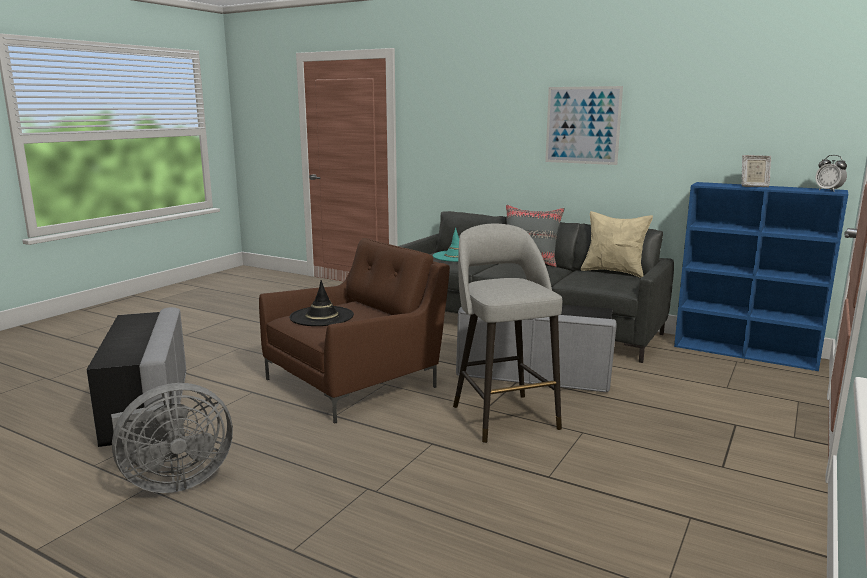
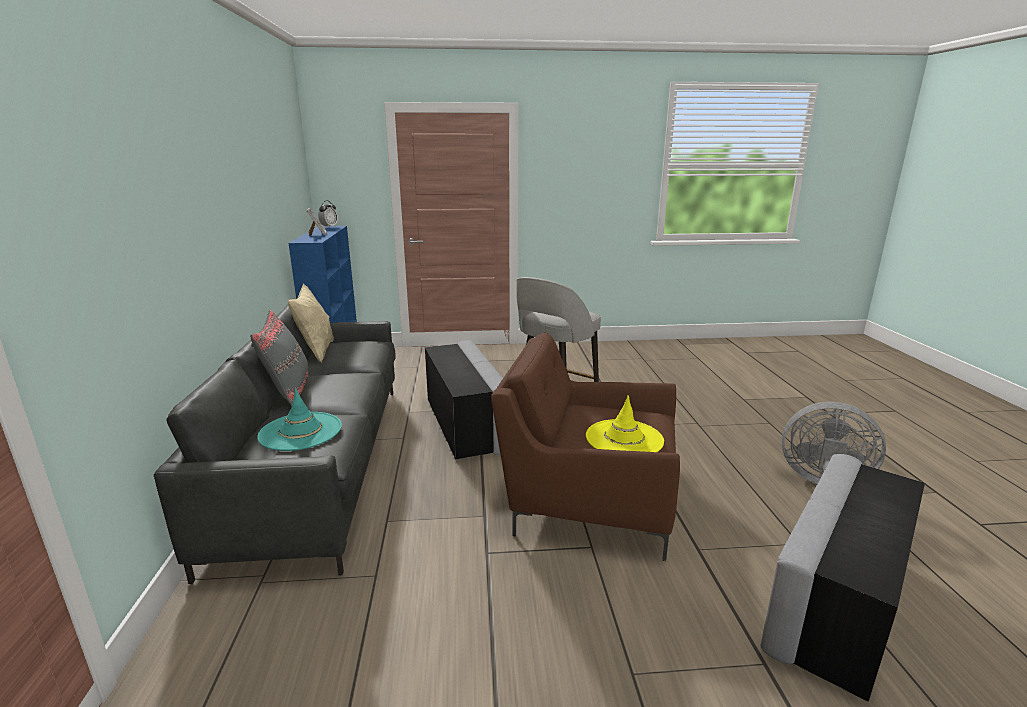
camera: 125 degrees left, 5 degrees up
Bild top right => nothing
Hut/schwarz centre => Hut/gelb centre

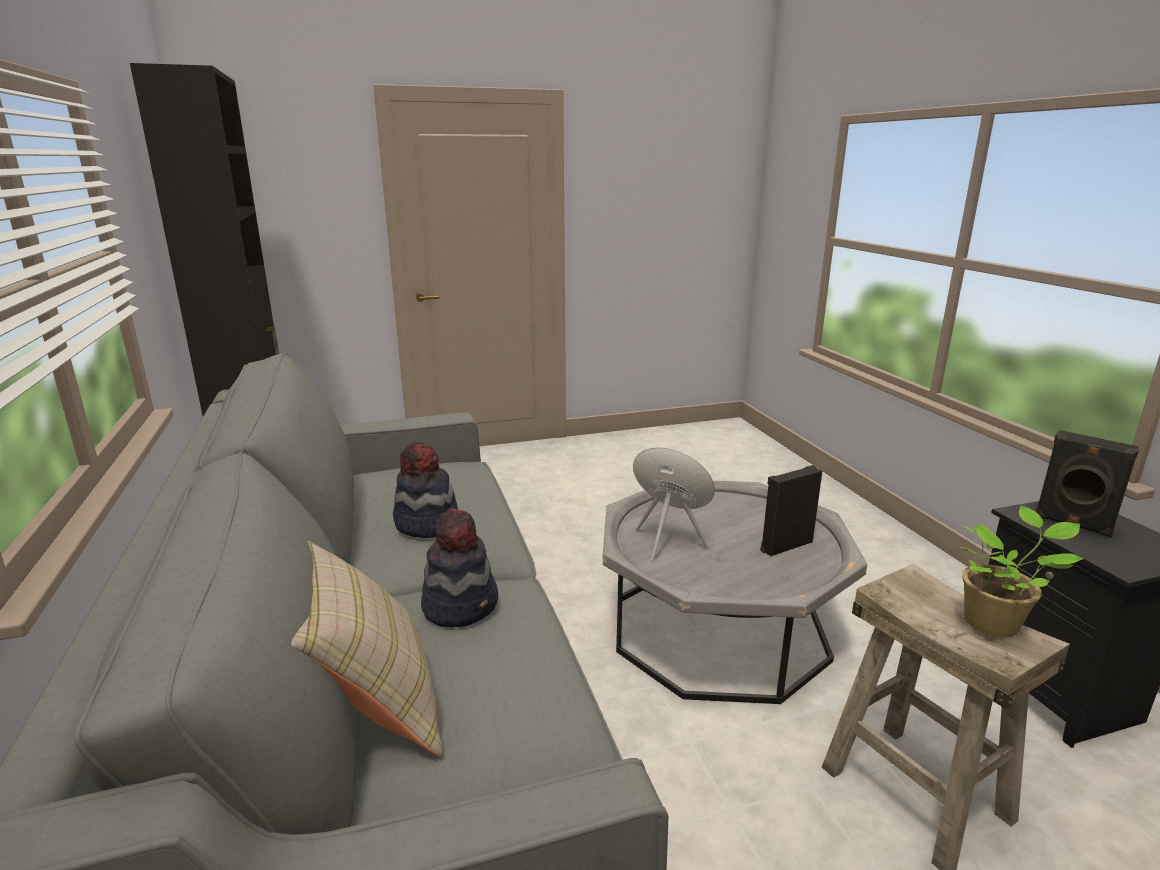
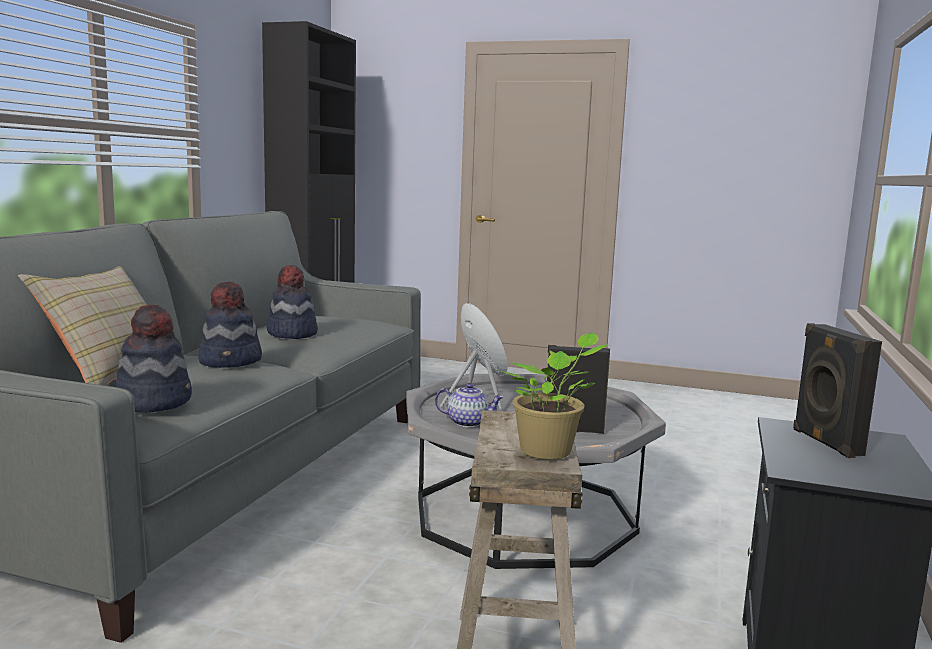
camera: 35 degrees right, 10 degrees down
nothing => Hut (no. 1 from left) middle left
nothing => Teekanne centre

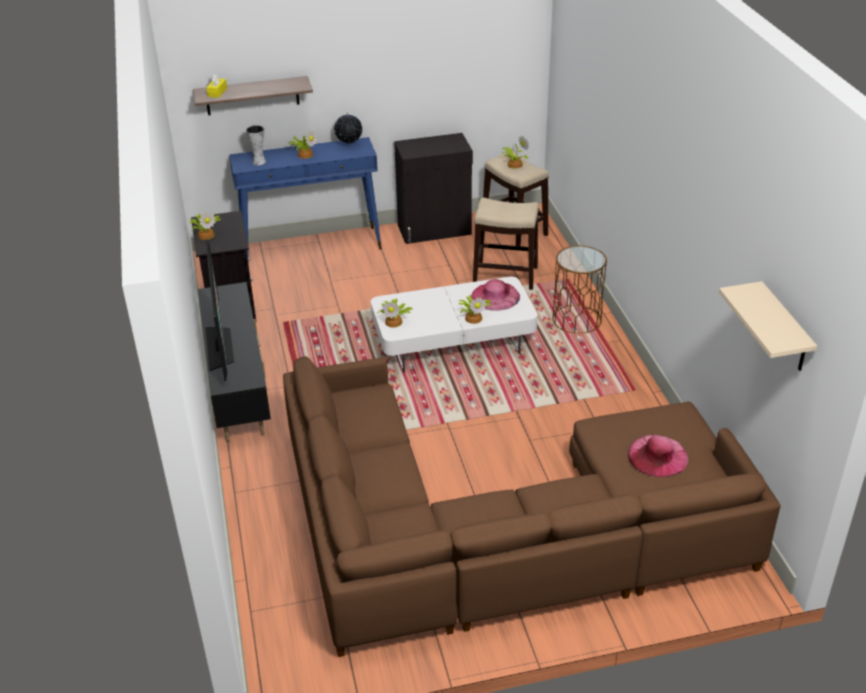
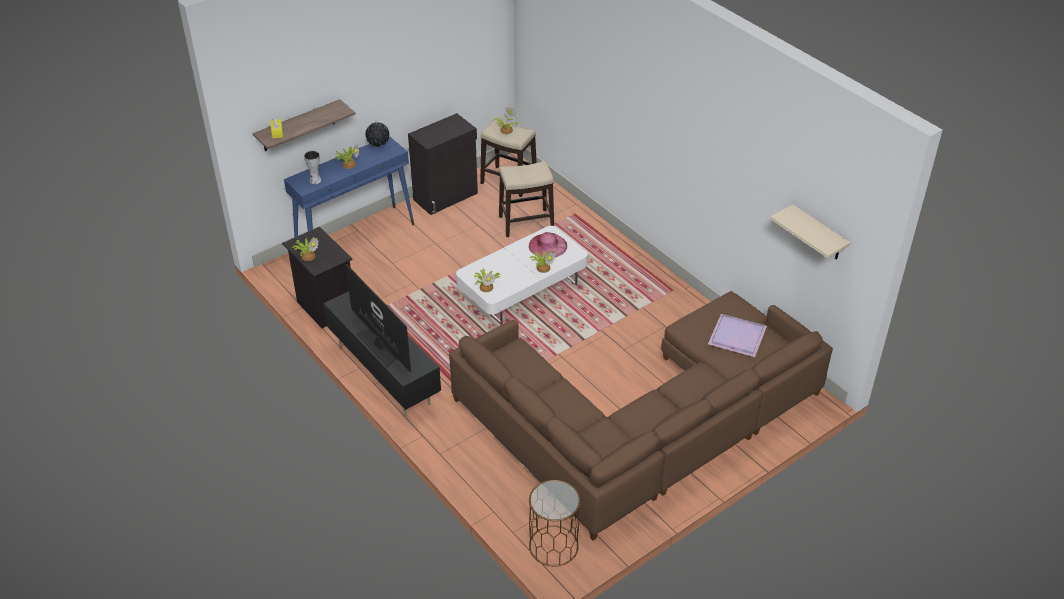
camera: 25 degrees left, 5 degrees up
Beistelltisch/braun middle right => Beistelltisch/braun bottom centre, relocated
Hut/rosa (no. 2 from left) middle right => Tablett/lila middle right

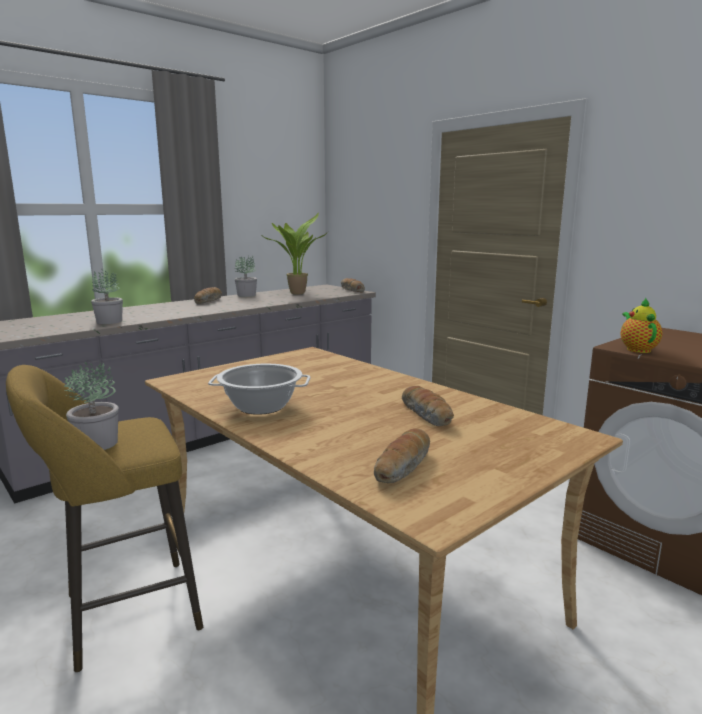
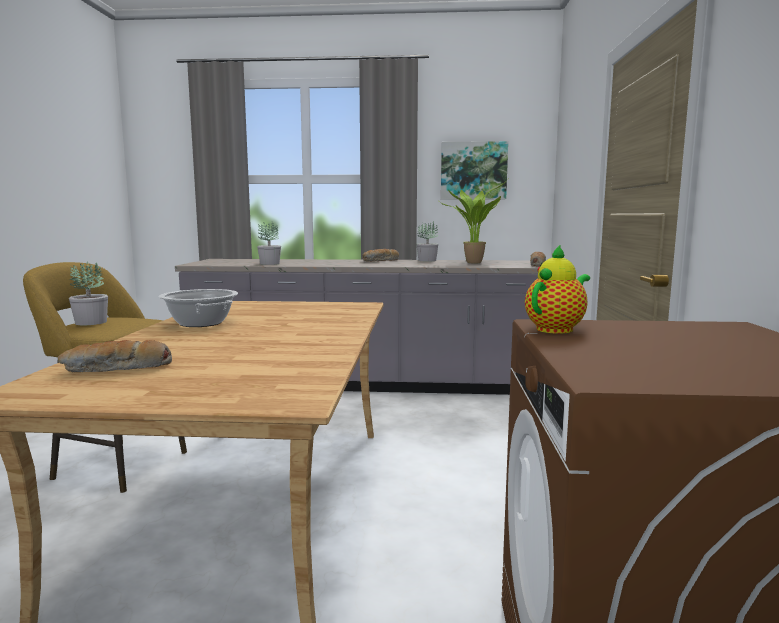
camera: 45 degrees right, 5 degrees down
Brot (no. 4 from left) centre => nothing
nothing => Bild top centre

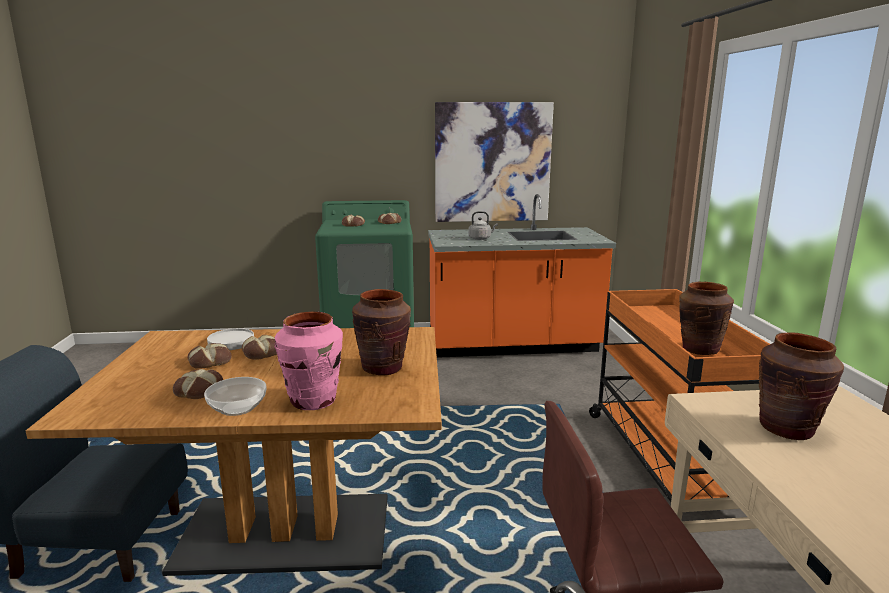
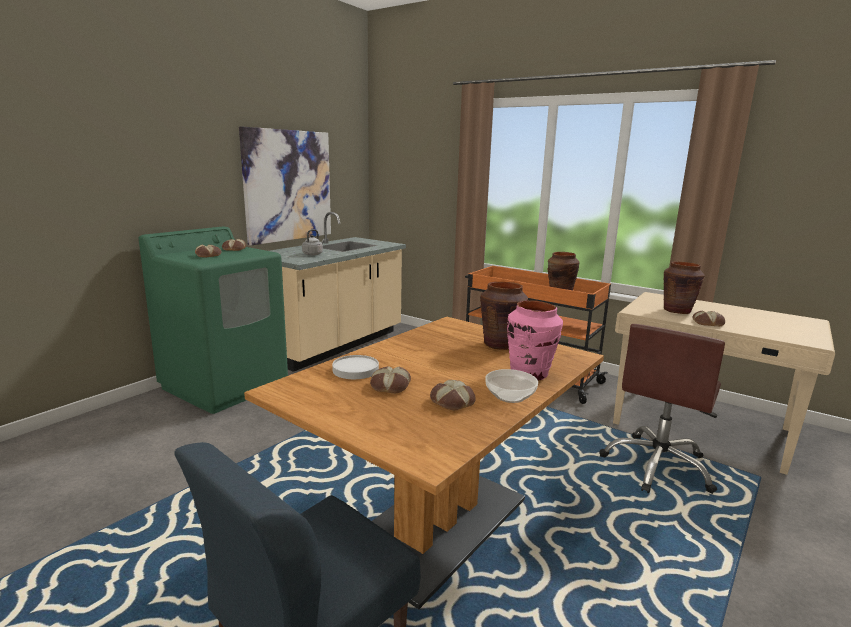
camera: 50 degrees left, 0 degrees up
Brot (no. 3 from left in the first image) middle left => Brot (no. 5 from left) middle right, relocated
Küchenzeile/orange centre => Küchenzeile/beige centre

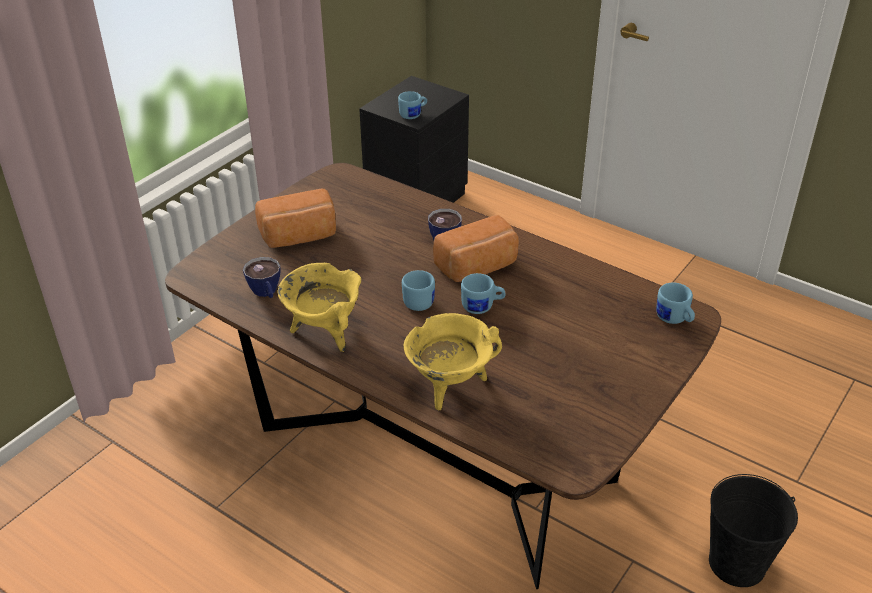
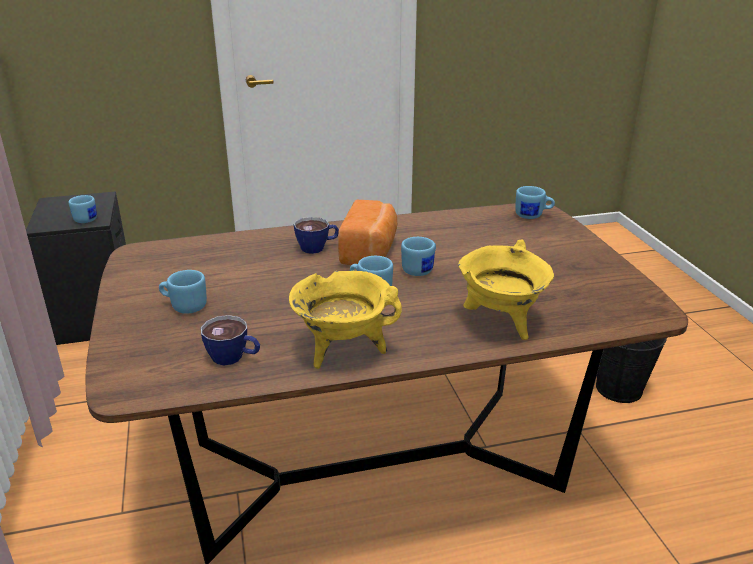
camera: 50 degrees left, 10 degrees down
Brot (no. 1 from left) centre => Henkelbecher/blau (no. 2 from left) middle left

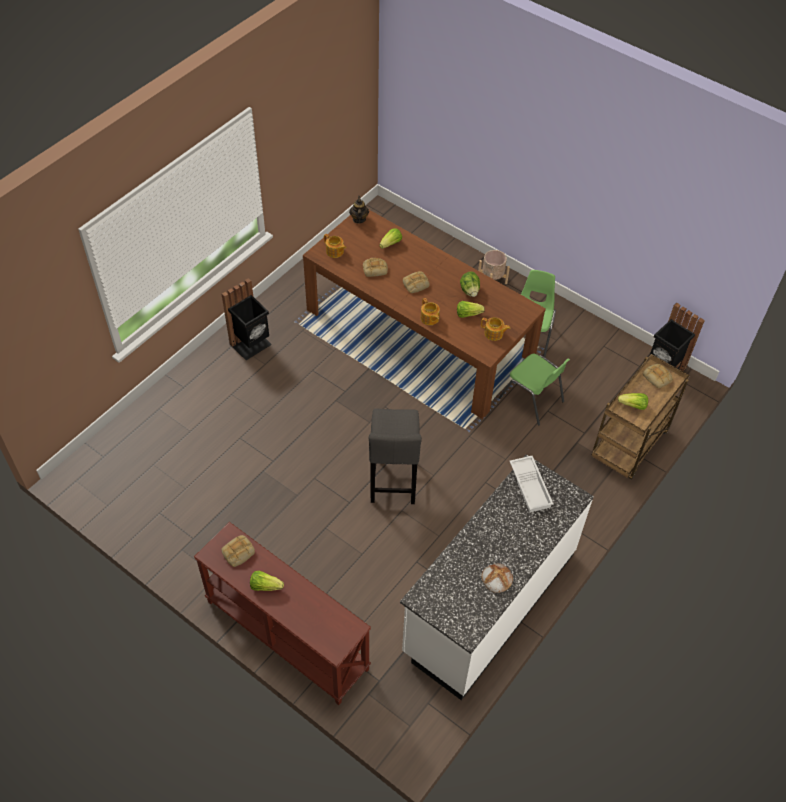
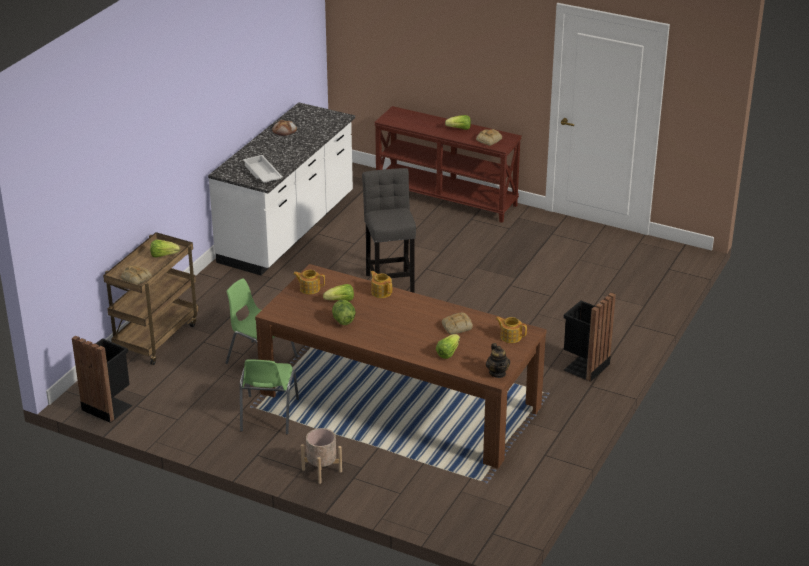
camera: 170 degrees right, 20 degrees down
Brot (no. 3 from left) centre => nothing

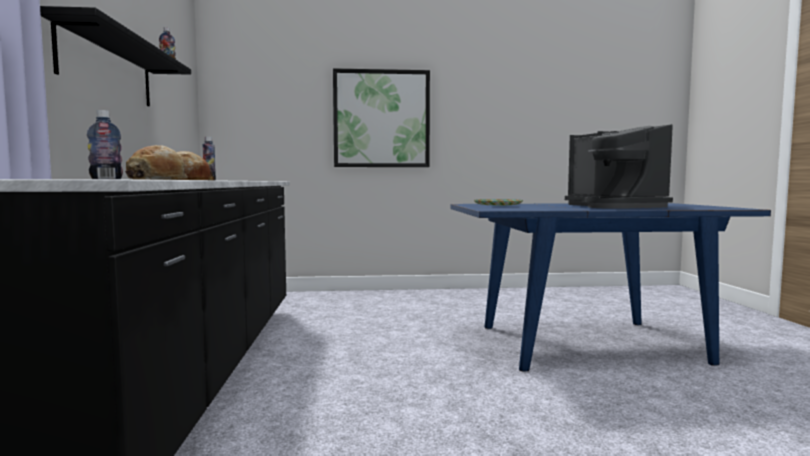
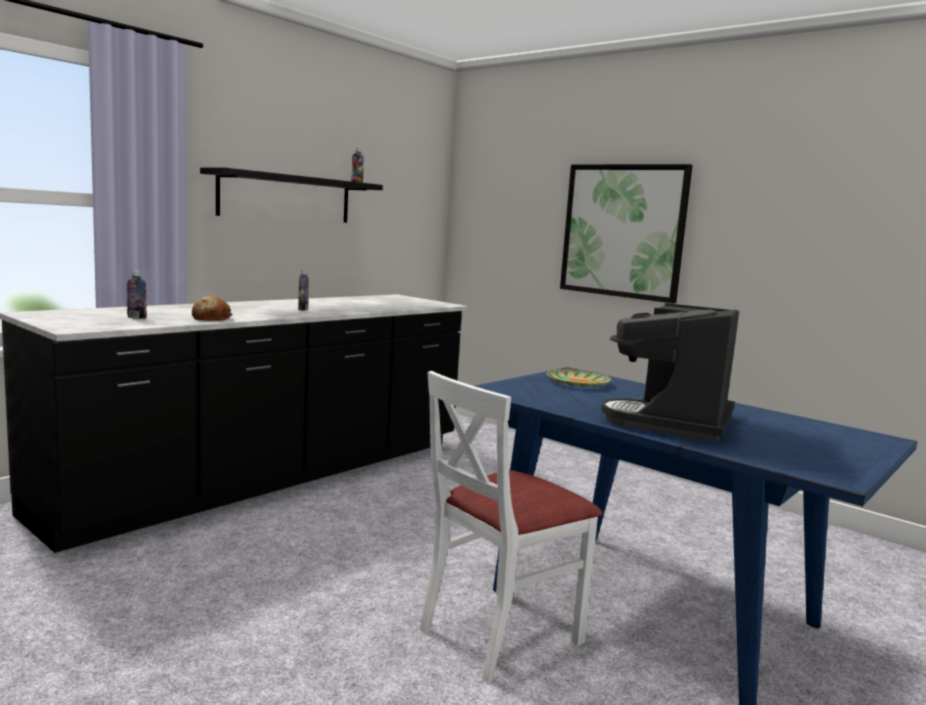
camera: 45 degrees right, 5 degrees up
Brot (no. 1 from left) middle left => nothing
nothing => Stuhl/weiß bottom centre

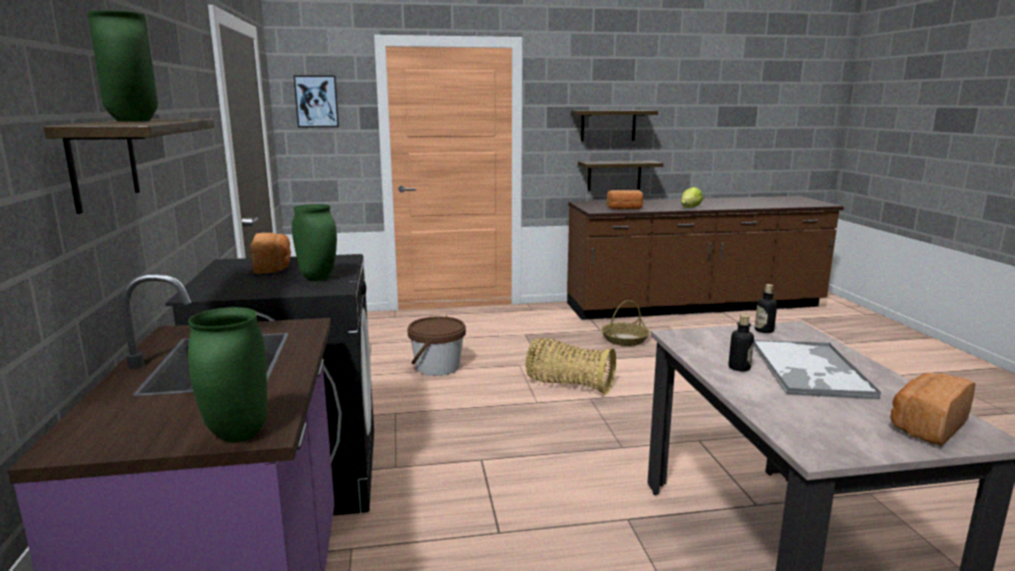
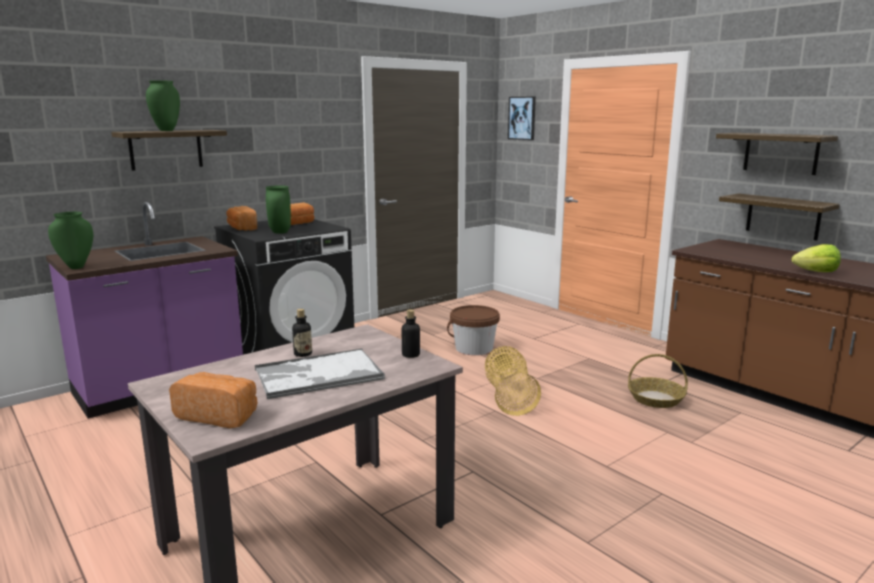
camera: 60 degrees right, 0 degrees up
Brot (no. 2 from left) centre => Brot (no. 2 from left) middle left, relocated

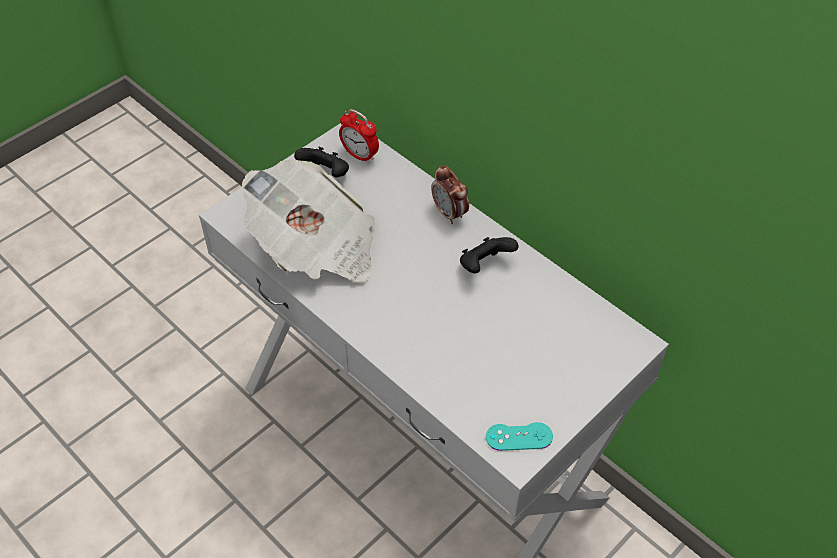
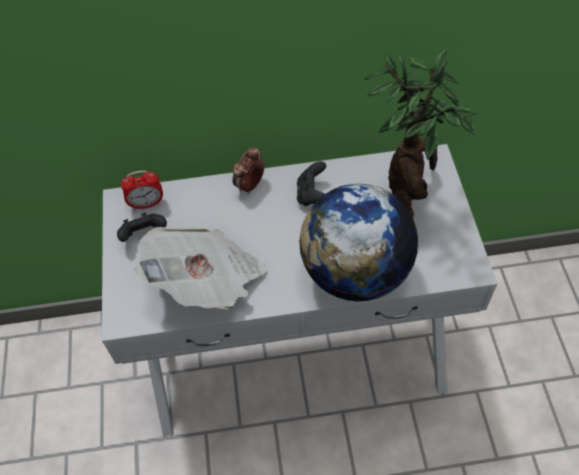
camera: 50 degrees left, 5 degrees up
Gamepad/türkis bottom centre => nothing
nothing => Globus centre
nothing => Topfpflanze top right
Wecker (no. 2 from left) centre, 120 degrees clockwise

